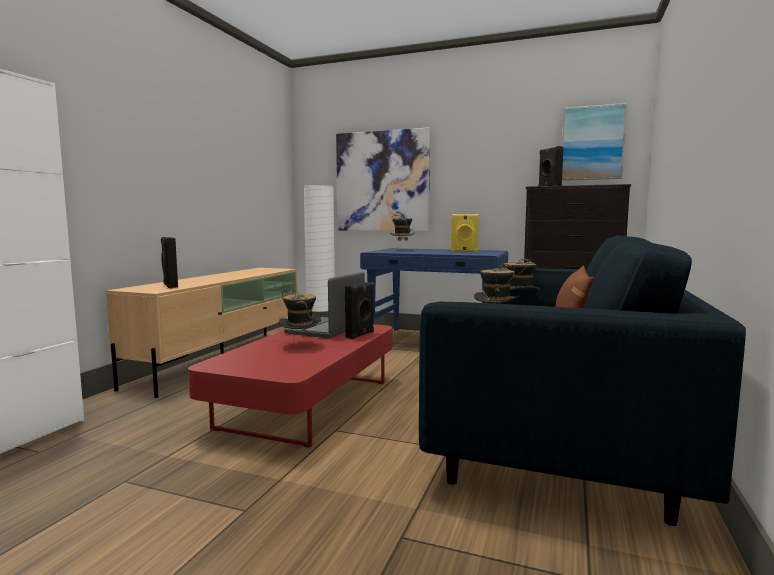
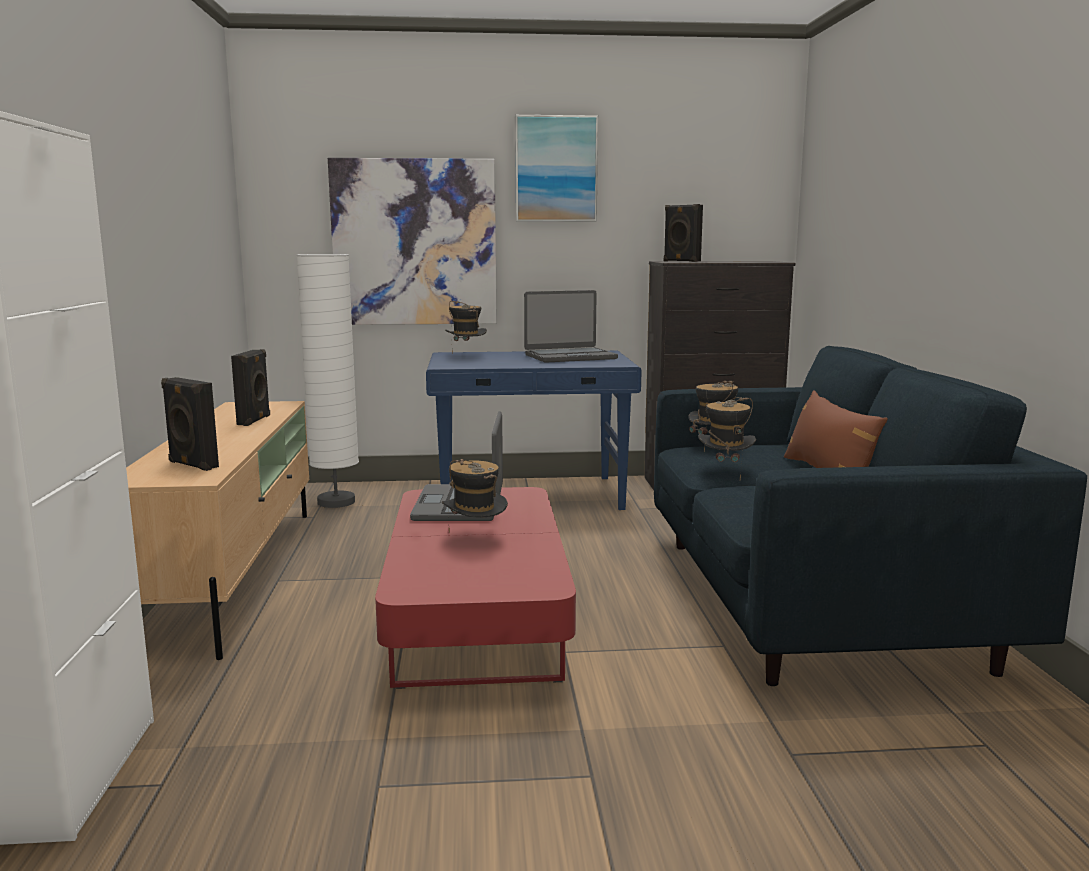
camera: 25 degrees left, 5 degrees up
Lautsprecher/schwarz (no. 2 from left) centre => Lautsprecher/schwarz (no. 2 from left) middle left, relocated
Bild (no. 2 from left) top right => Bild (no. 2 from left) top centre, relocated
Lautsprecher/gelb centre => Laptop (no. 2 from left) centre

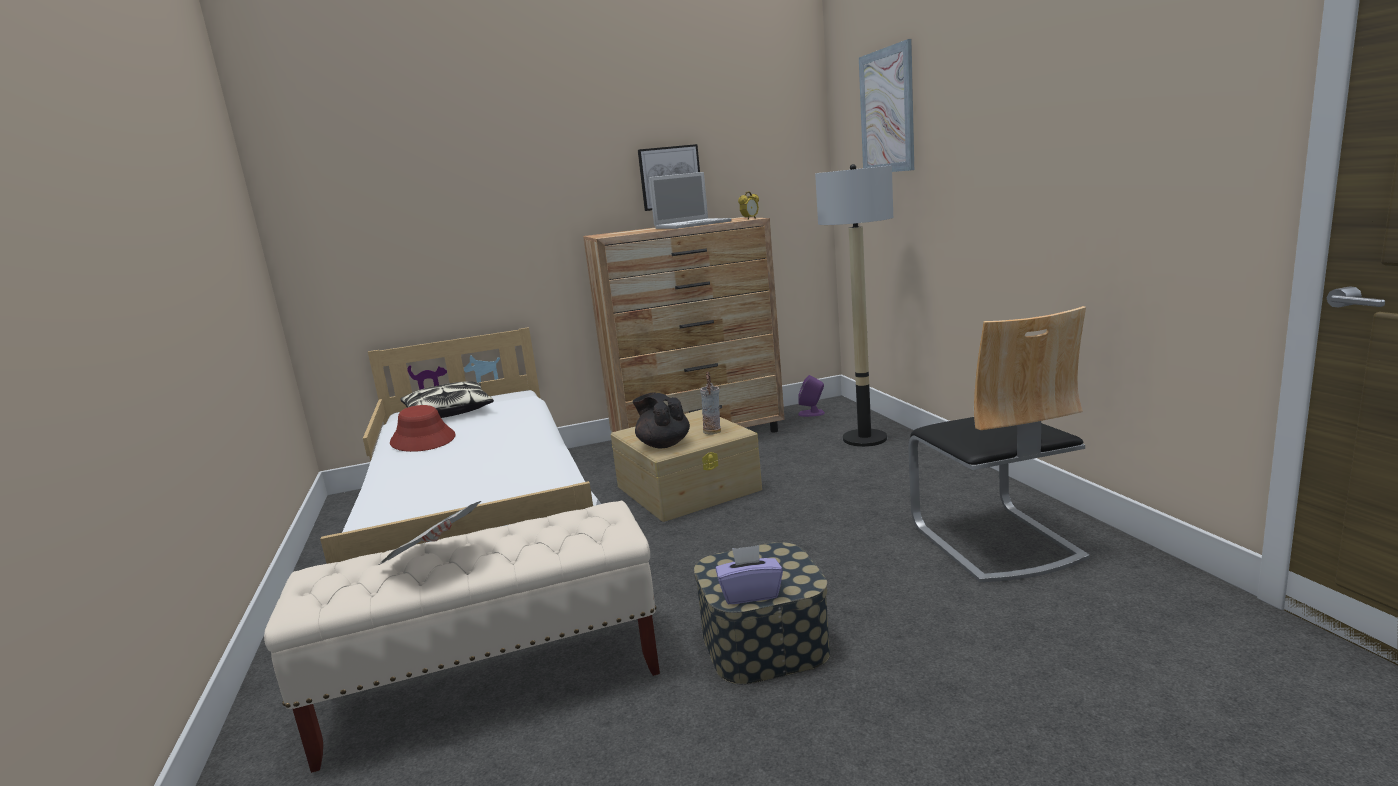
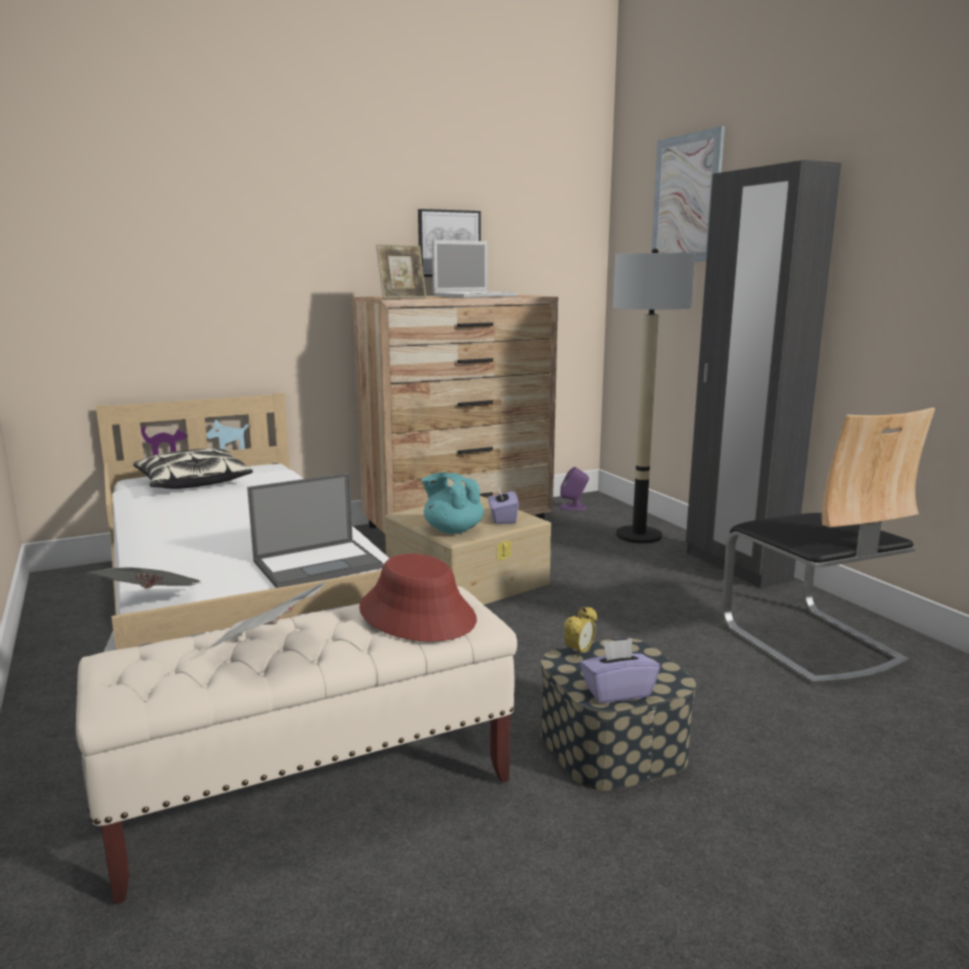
camera: 10 degrees left, 0 degrees up
nothing => Zeitung (no. 1 from left) middle left
nothing => Laptop (no. 1 from left) middle left
nothing => Bilderrahmen top centre
nothing => Kleiderschrank/schwarz middle right
Hut/rot middle left => Hut/rot centre, relocated
Wecker top centre => Wecker centre, relocated
Vase centre => Taschentuchbox/lila (no. 1 from left) centre
Teekanne/schwarz centre => Teekanne/türkis centre

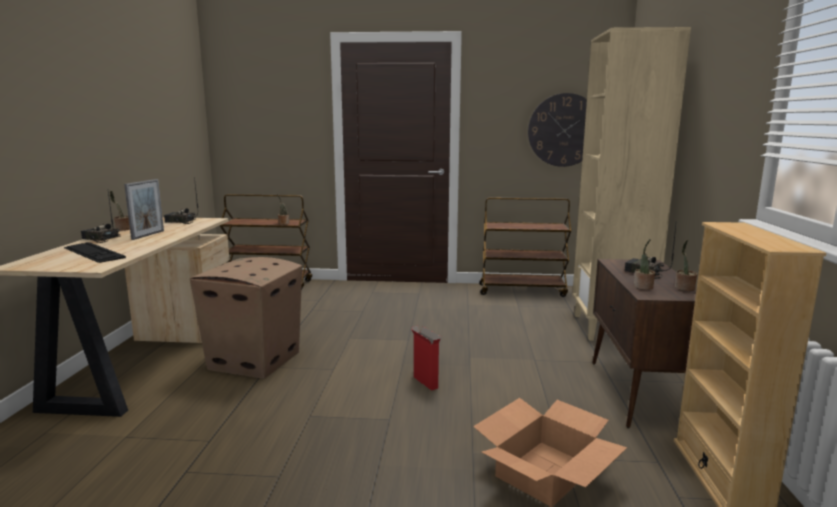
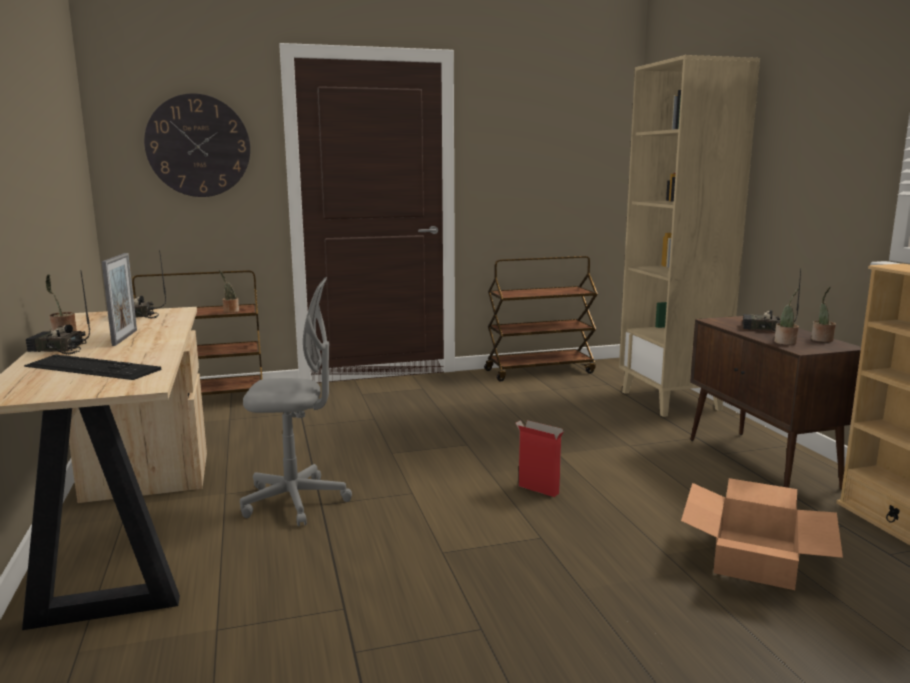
camera: 20 degrees left, 0 degrees up
Wanduhr top centre => Wanduhr top left, relocated
Karton (no. 1 from left) middle left => Bürostuhl/grau middle left

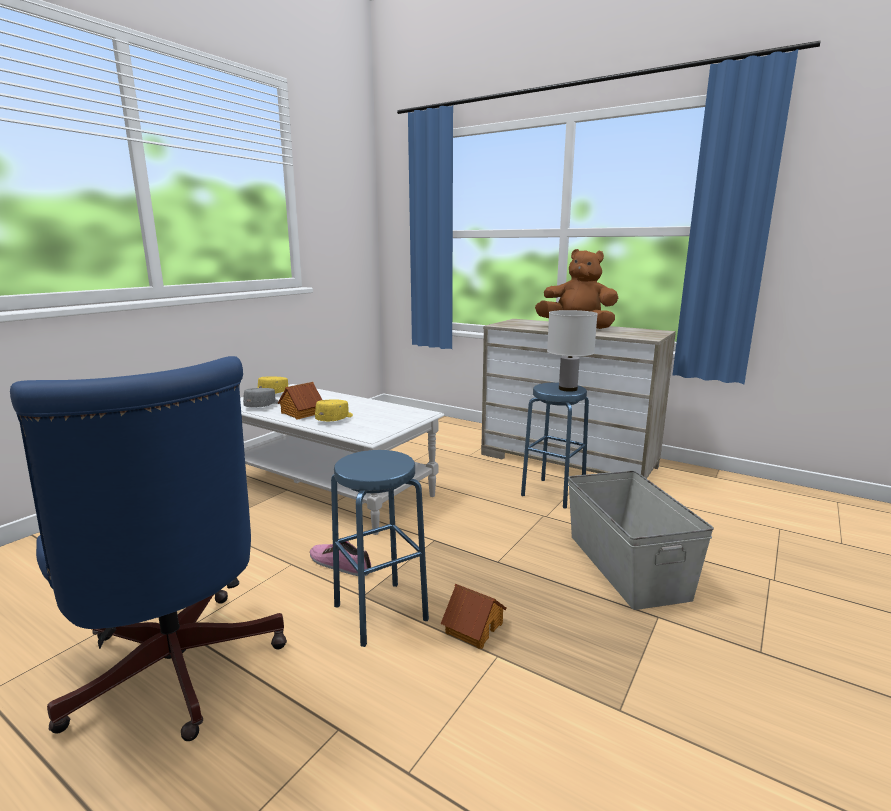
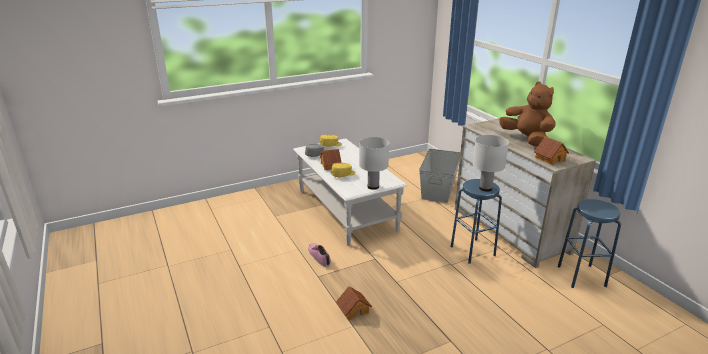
camera: 30 degrees right, 10 degrees up
Bürostuhl/blau bottom left => nothing
nothing => Tischlampe/weiß (no. 1 from left) centre
nothing => Spielzeughaus (no. 3 from left) middle right
Hocker/blau (no. 1 from left in the first image) bottom centre => Hocker/blau (no. 2 from left) bottom right, relocated
Aufbewahrungsbox/grau middle right => Aufbewahrungsbox/grau centre, relocated

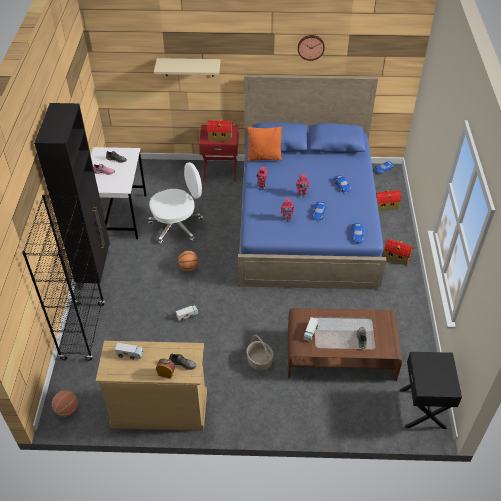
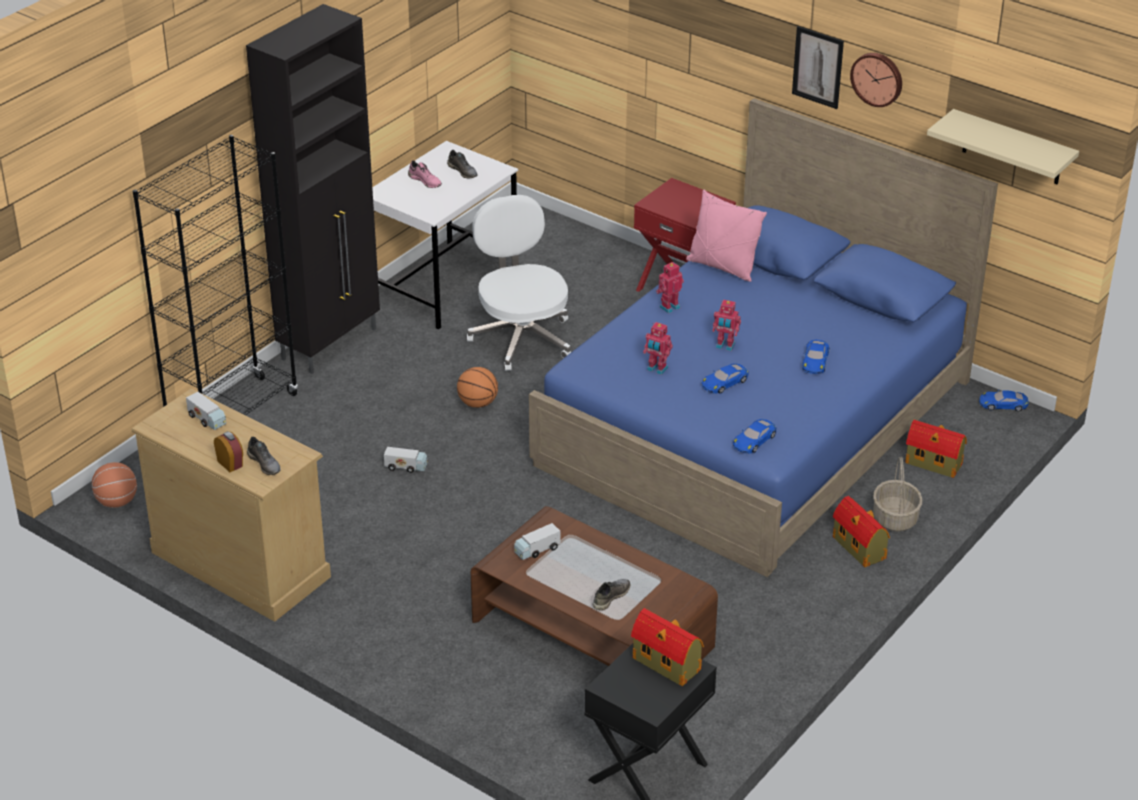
camera: 35 degrees right, 10 degrees down
nothing => Bild top right
Wandregal/beige top centre => Wandregal/beige top right, relocated
Spielzeughaus (no. 1 from left) top centre => Spielzeughaus (no. 1 from left) bottom centre, relocated
Korb bottom centre => Korb middle right, relocated
Kissen/orange top centre => Kissen/rosa top centre
Bürostuhl/weiß centre, 120 degrees counterclockwise

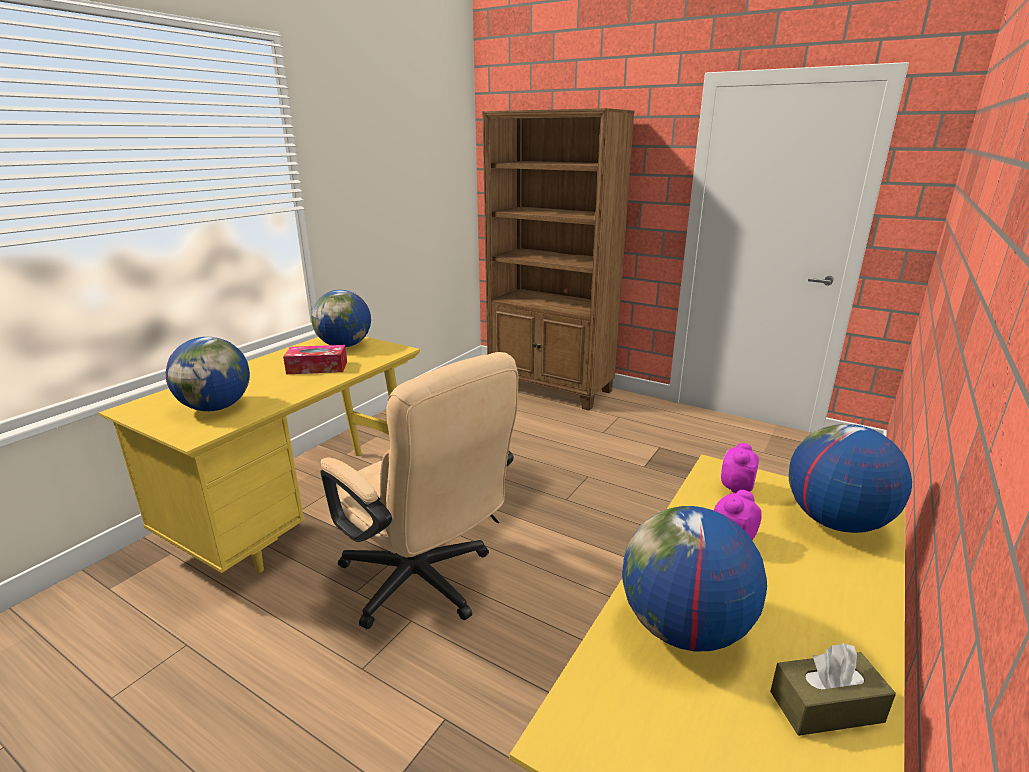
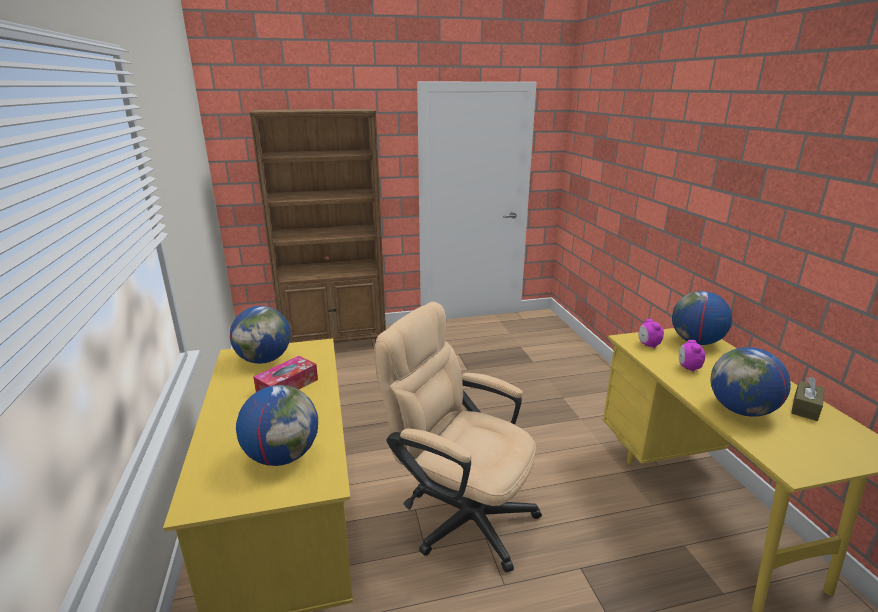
camera: 45 degrees left, 0 degrees up
Bürostuhl/beige centre => Bürostuhl/beige bottom centre, 150 degrees counterclockwise

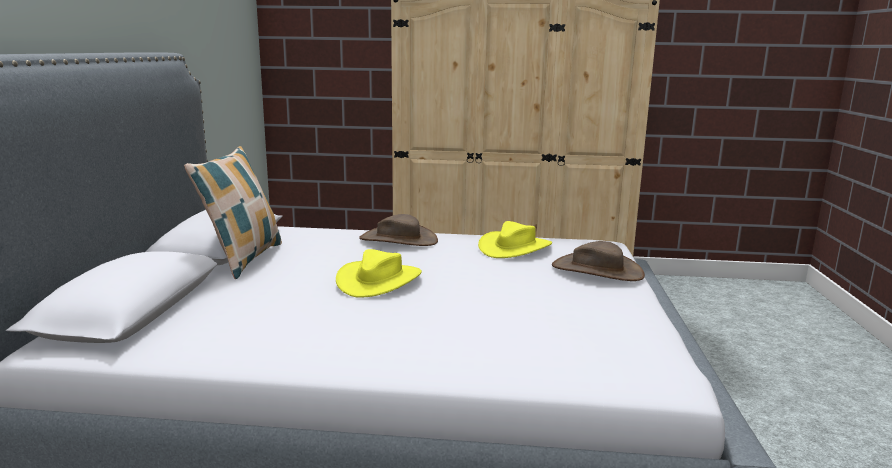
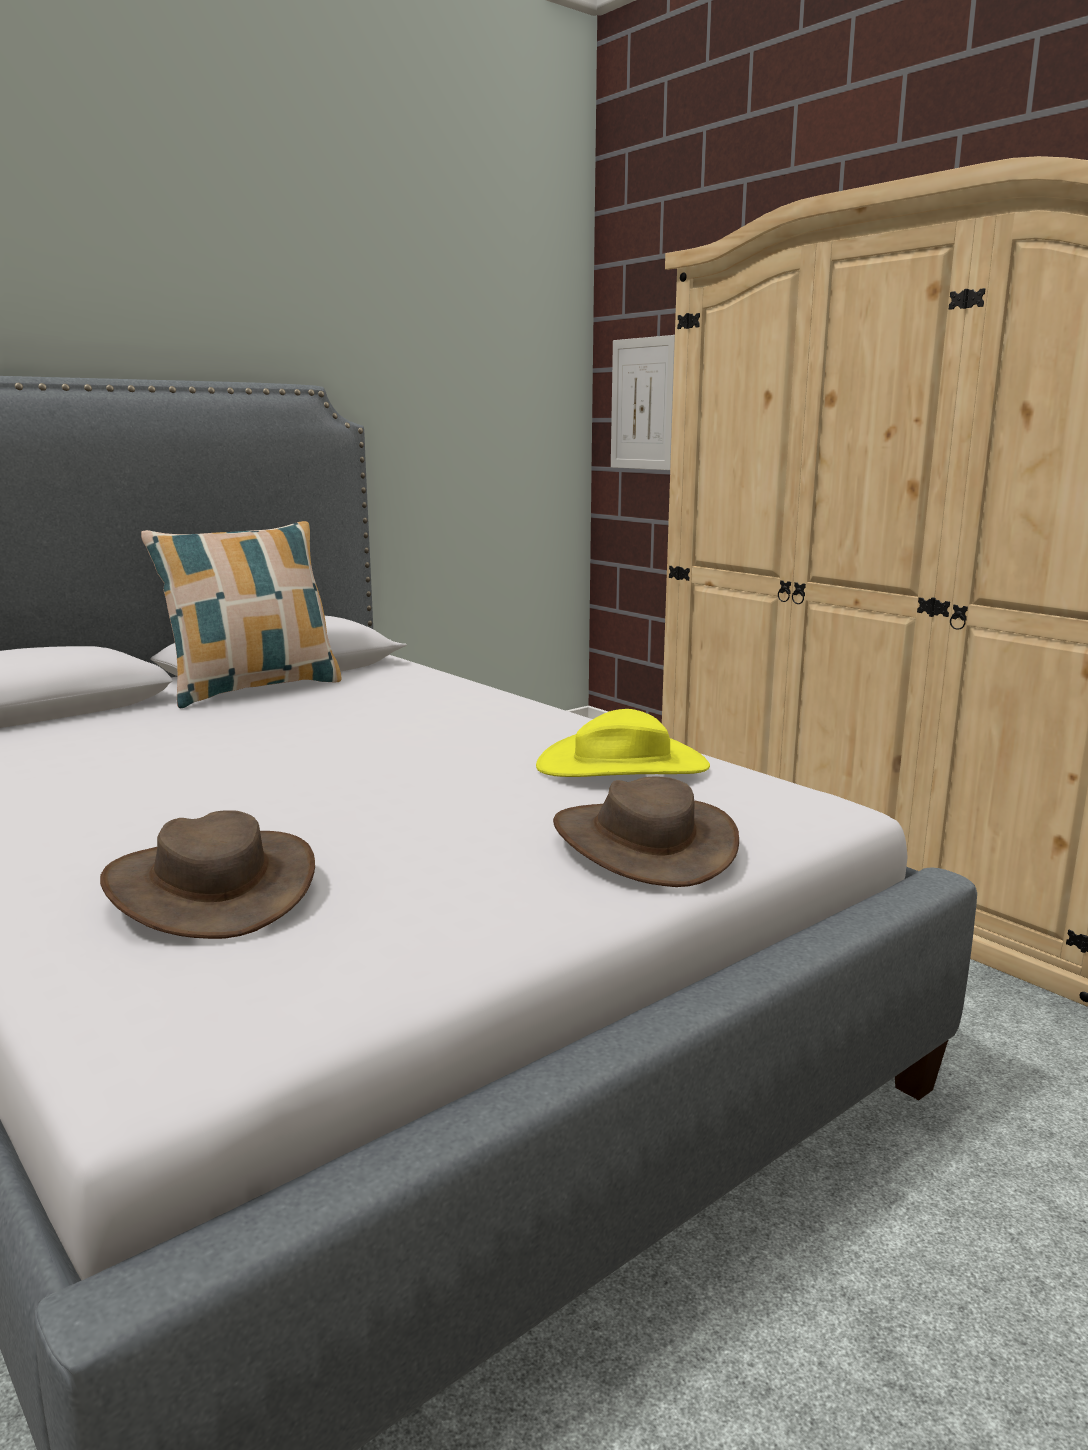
camera: 45 degrees right, 0 degrees up
Hut/gelb (no. 1 from left) centre => nothing
nothing => Bild top centre
Hut/braun (no. 1 from left) centre => Hut/braun (no. 1 from left) middle left, relocated

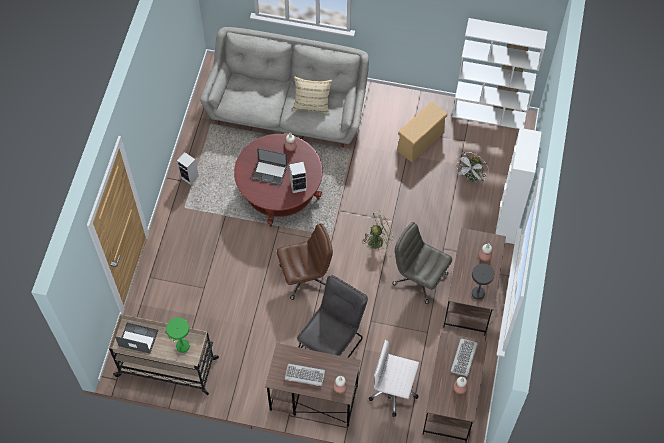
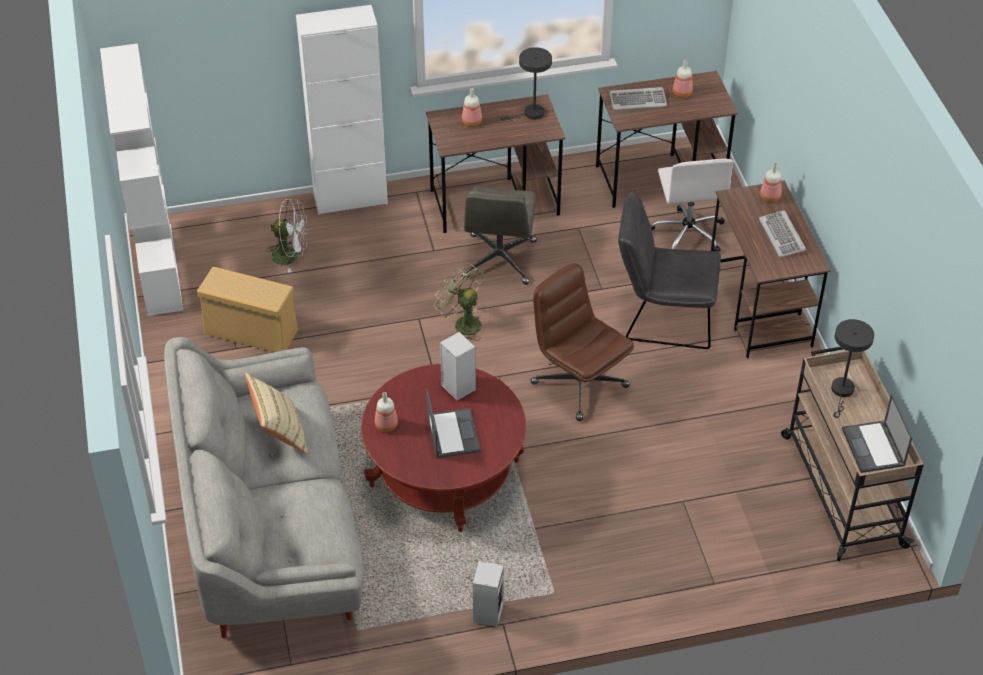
camera: 115 degrees left, 15 degrees down
Tischlampe/grün bottom left => Tischlampe/grau (no. 2 from left) middle right

